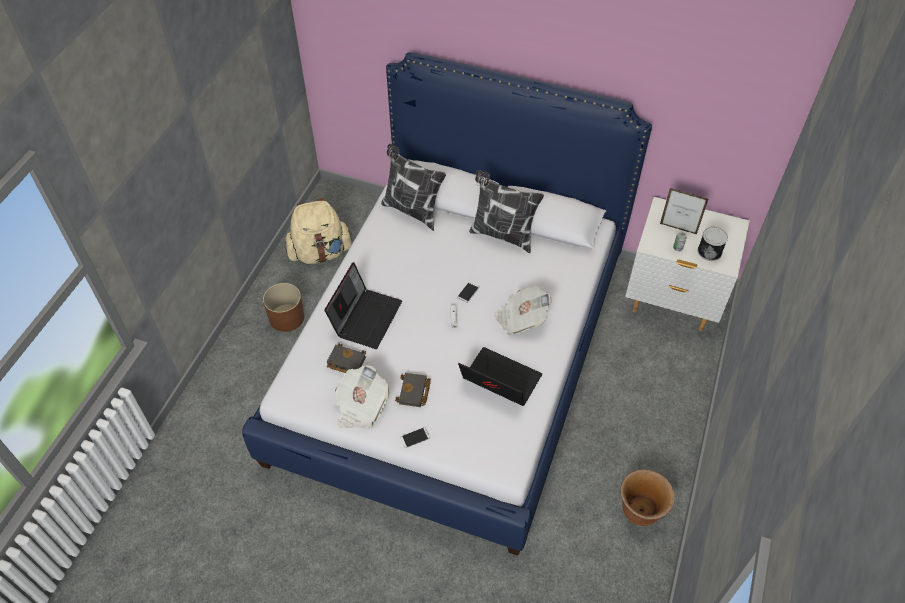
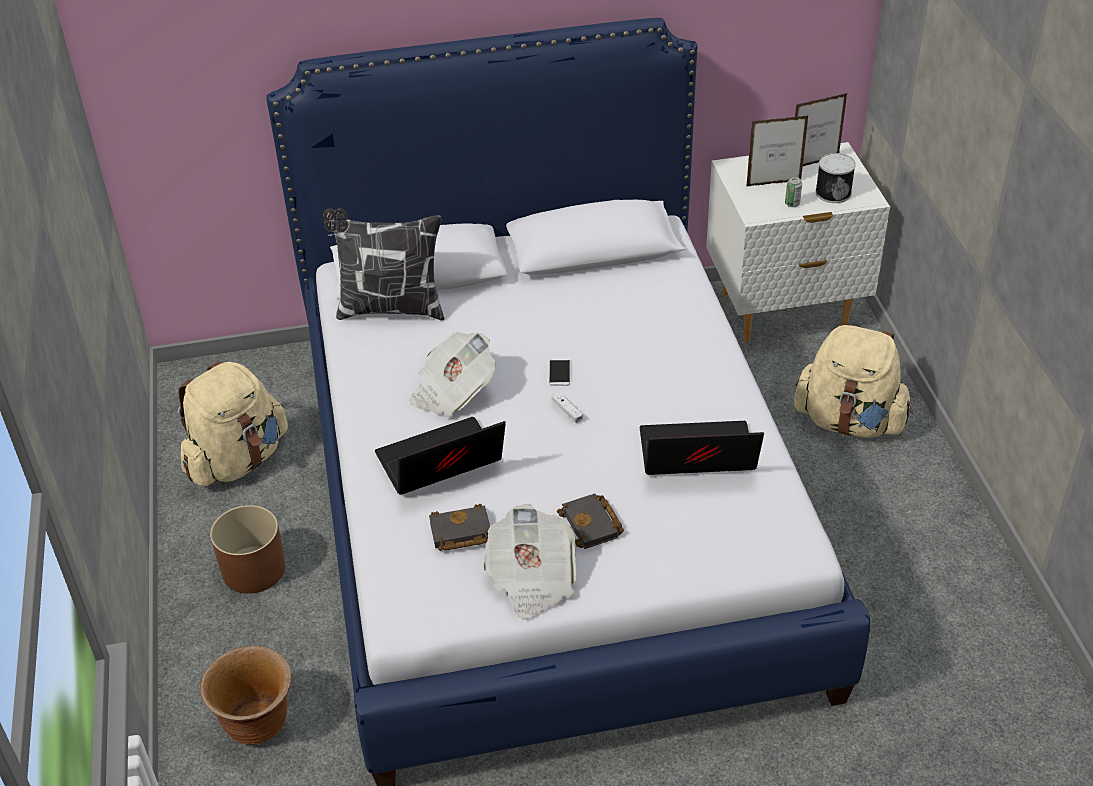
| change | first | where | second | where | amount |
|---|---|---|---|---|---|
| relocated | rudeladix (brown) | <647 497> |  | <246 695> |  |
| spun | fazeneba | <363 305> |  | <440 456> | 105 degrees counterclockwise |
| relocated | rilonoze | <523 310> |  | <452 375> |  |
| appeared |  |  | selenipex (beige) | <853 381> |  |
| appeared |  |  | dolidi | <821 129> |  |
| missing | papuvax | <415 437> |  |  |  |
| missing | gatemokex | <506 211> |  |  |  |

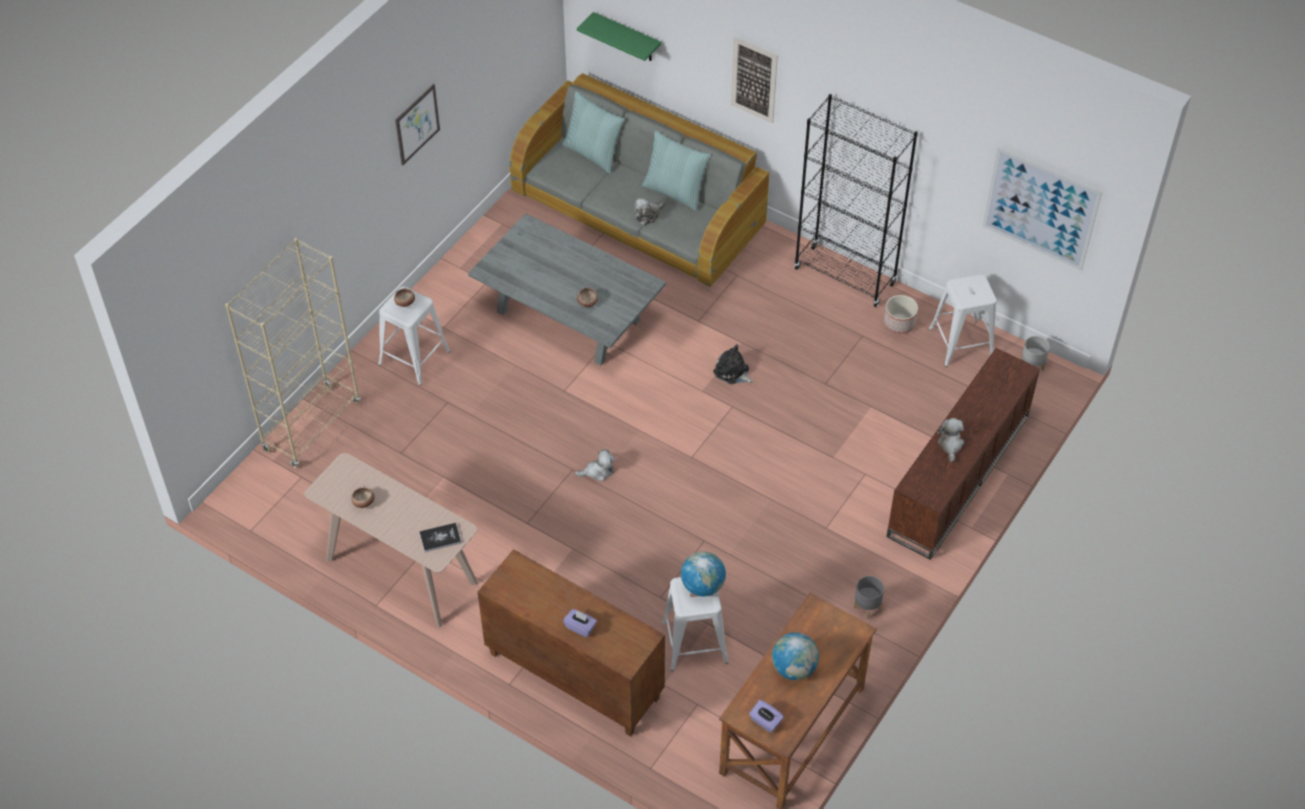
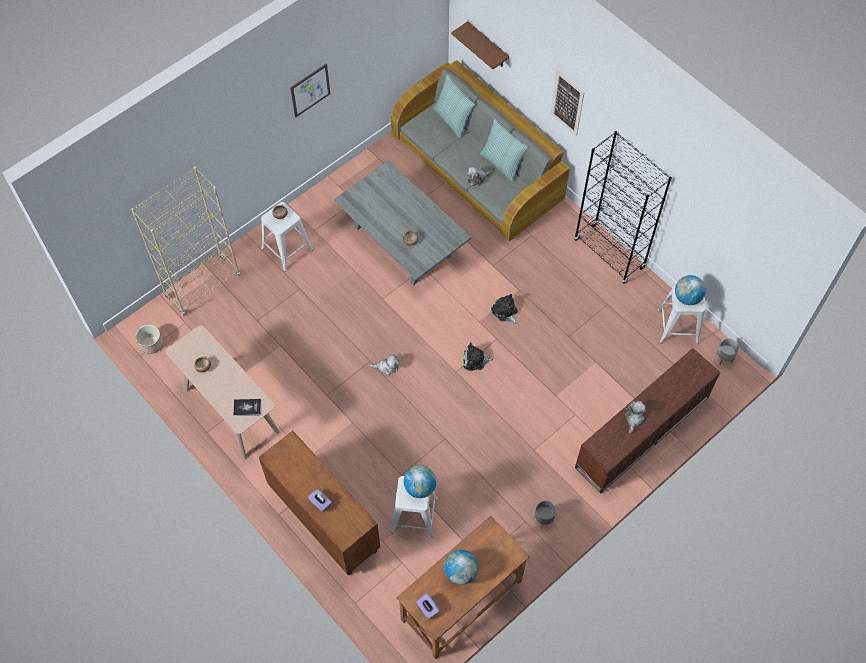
| change | first | where | second | where | amount |
|---|---|---|---|---|---|
| relocated | rudeladix | <901 314> |  | <149 339> |  |
| colour | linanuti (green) | <619 36> | linanuti (brown) | <480 45> |  |
| appeared |  |  | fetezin | <478 356> |  |
| appeared |  |  | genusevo | <690 290> |  |
| missing | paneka | <1042 209> |  |  |  |

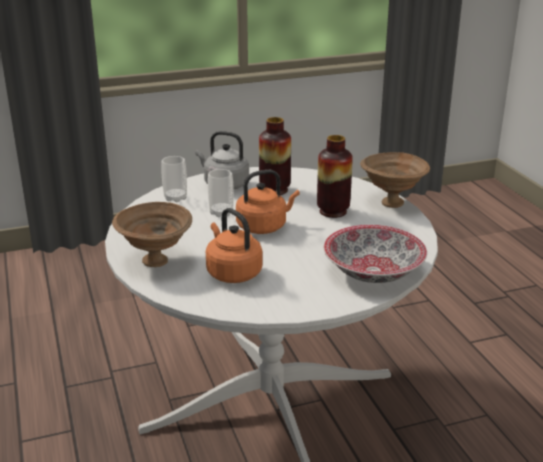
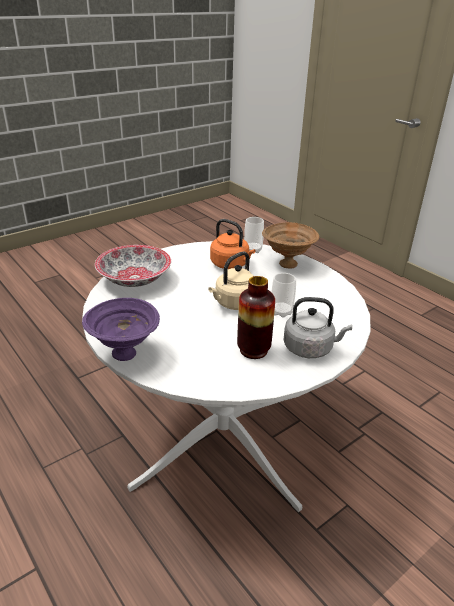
| change | first | where | second | where | amount |
|---|---|---|---|---|---|
| colour | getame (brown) | <395 180> | getame (purple) | <121 329> |  |
| colour | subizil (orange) | <268 202> | subizil (beige) | <231 281> |  |
| relocated | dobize | <174 179> |  | <254 235> |  |
| missing | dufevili | <335 176> |  |  |  |

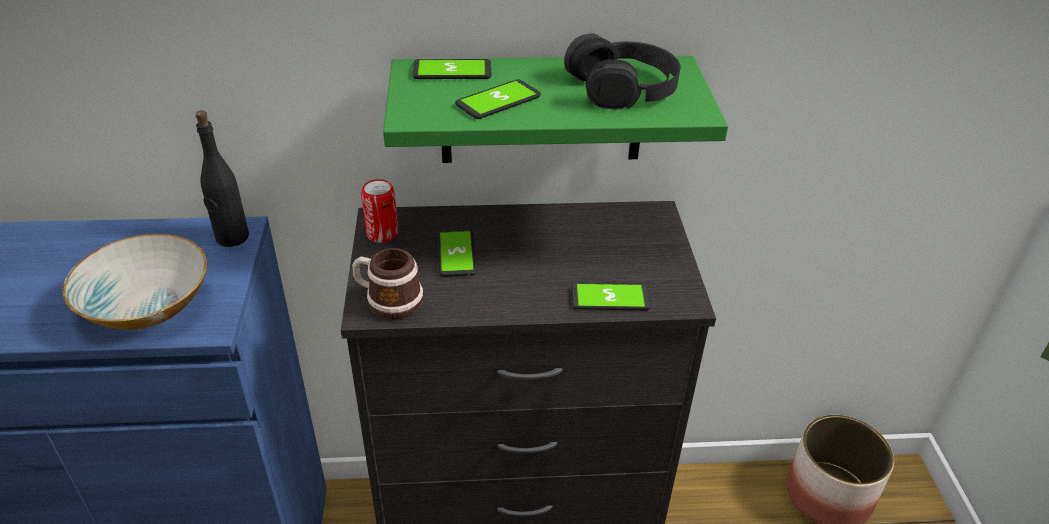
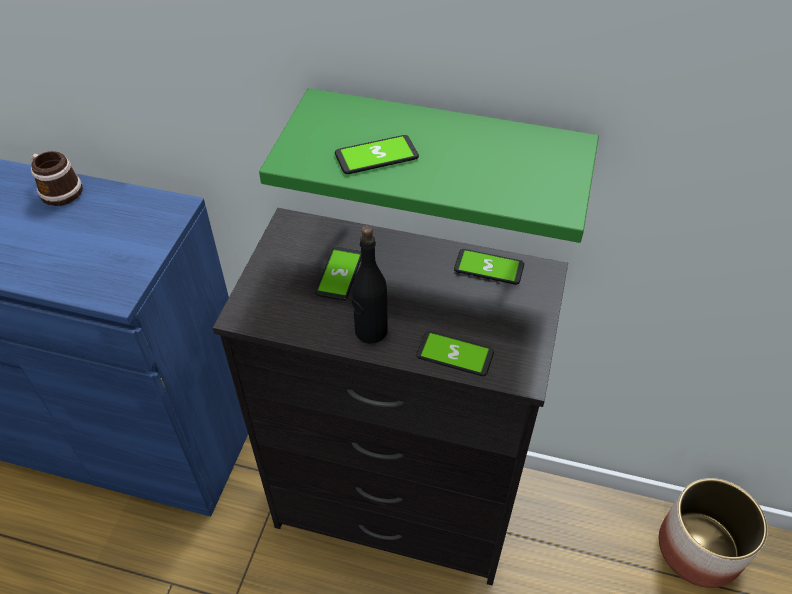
| change | first | where | second | where | amount |
|---|---|---|---|---|---|
| relocated | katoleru | <387 283> |  | <57 178> |  |
| relocated | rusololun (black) | <222 178> |  | <370 285> |  |
| relocated | papuvax | <451 69> |  | <489 267> |  |
| missing | getame | <135 282> |  |  |  |
| missing | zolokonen | <379 211> |  |  |  |
| missing | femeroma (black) | <622 71> |  |  |  |

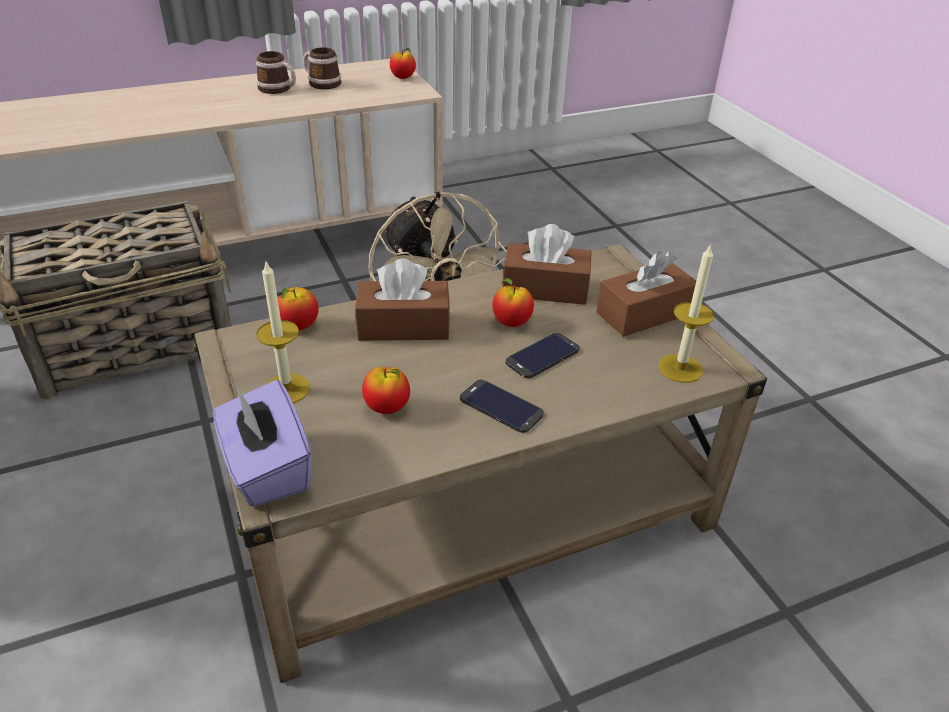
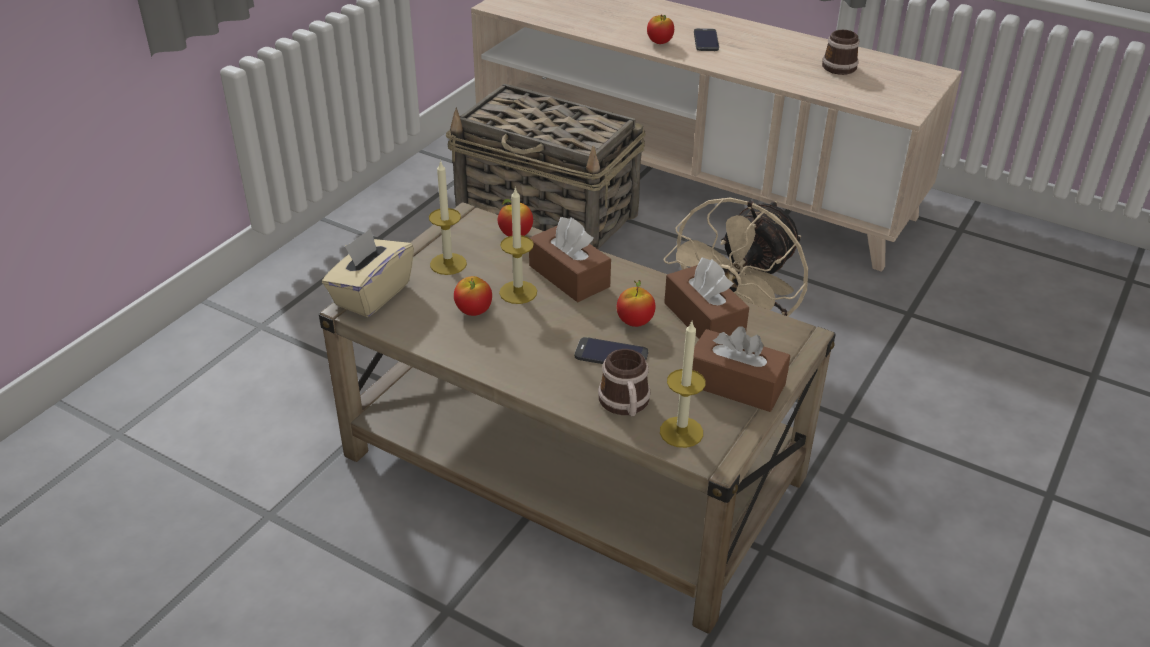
| change | first | where | second | where | amount |
|---|---|---|---|---|---|
| colour | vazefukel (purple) | <262 443> | vazefukel (beige) | <368 272> |  |
| appeared |  |  | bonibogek | <518 245> |  |
| relocated | katoleru | <276 72> |  | <624 382> |  |
| relocated | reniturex | <403 63> |  | <660 29> |  |
| relocated | papuvax | <502 406> |  | <706 39> |  |

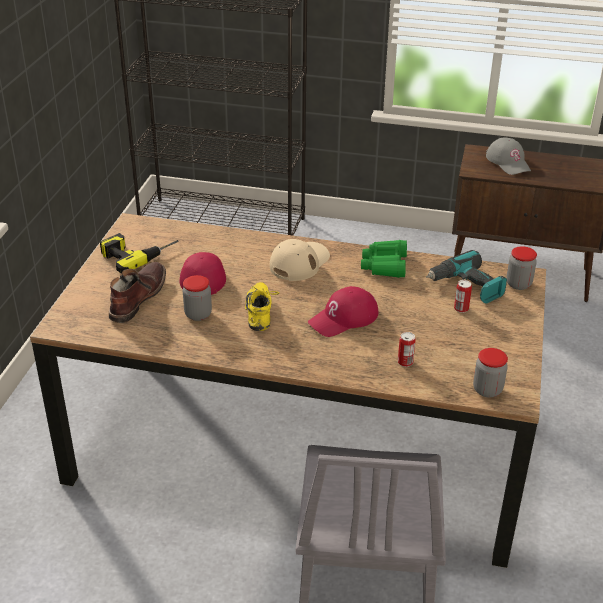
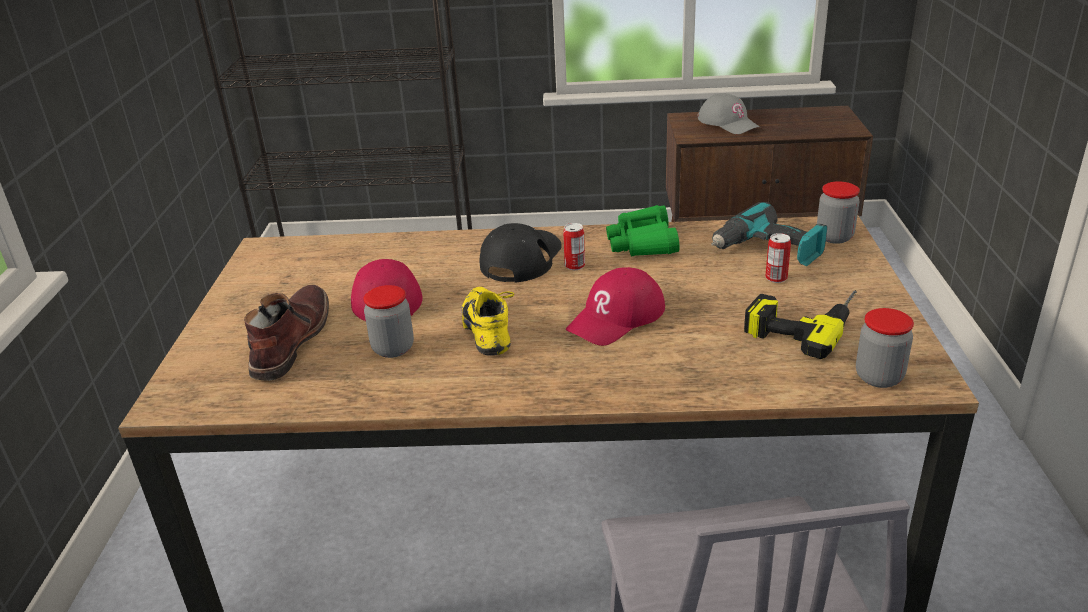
| change | first | where | second | where | amount |
|---|---|---|---|---|---|
| colour | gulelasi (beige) | <300 260> | gulelasi (black) | <521 253> |  |
| relocated | zolokonen | <407 349> |  | <574 246> |  |
| relocated | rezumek | <139 253> |  | <800 324> |  |

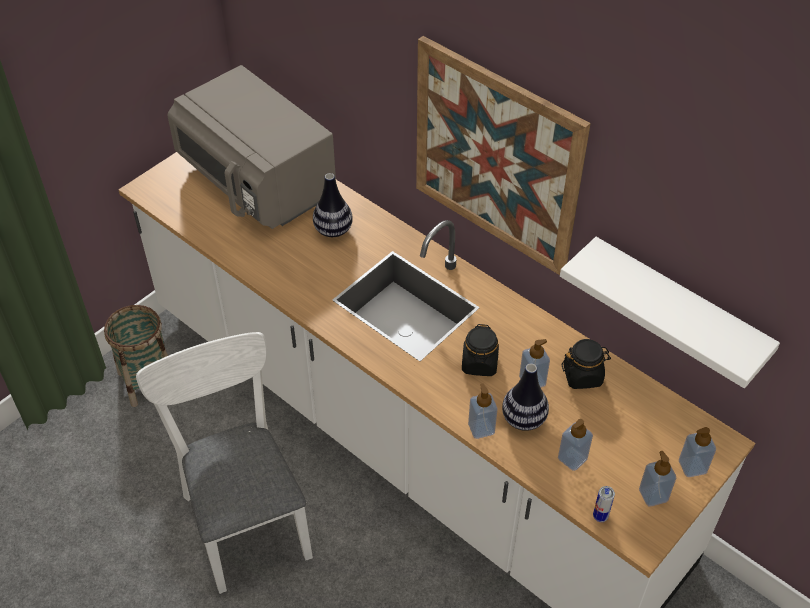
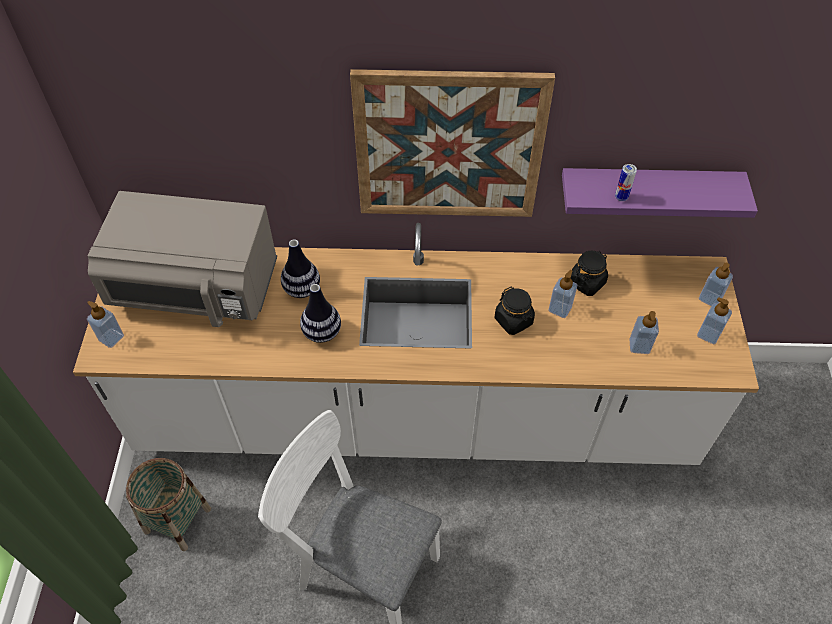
| change | first | where | second | where | amount |
|---|---|---|---|---|---|
| relocated | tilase | <483 411> |  | <105 324> |  |
| relocated | dufevili | <525 397> |  | <320 313> |  |
| colour | linanuti (white) | <670 312> | linanuti (purple) | <660 193> |  |
| relocated | zolokonen | <604 504> |  | <626 182> |  |

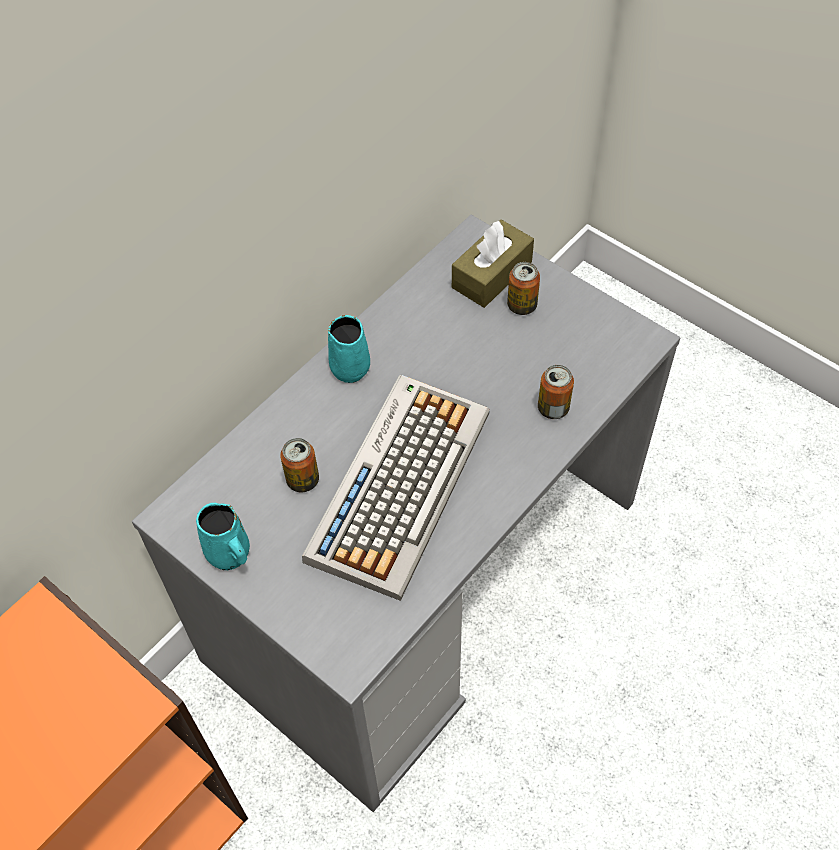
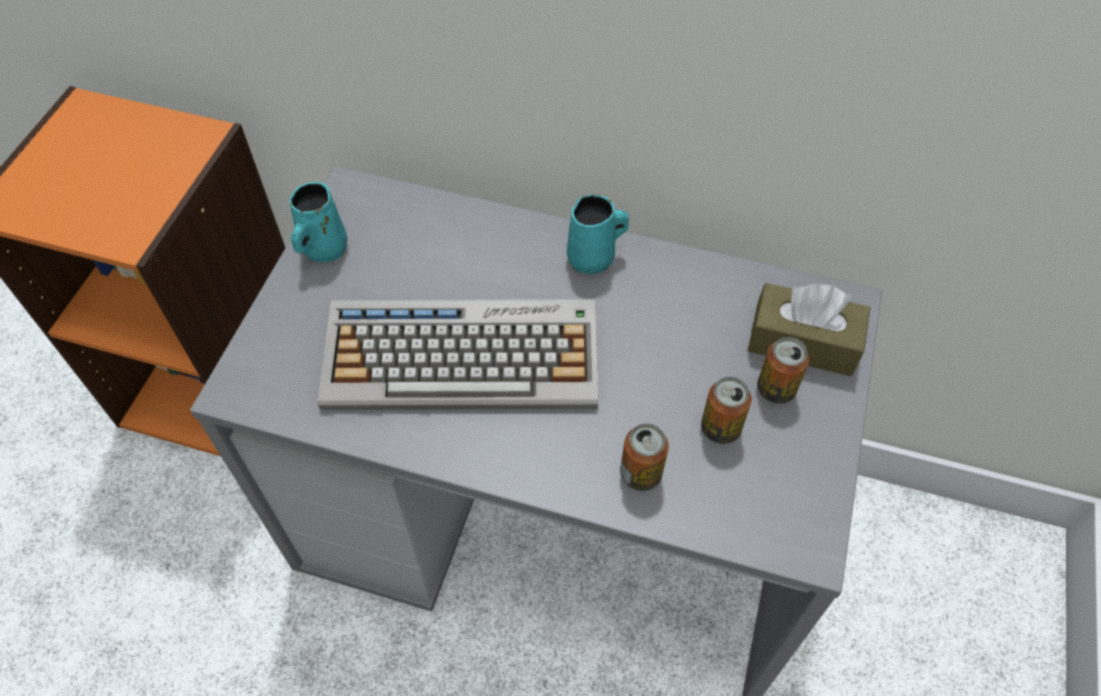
| change | first | where | second | where | amount |
|---|---|---|---|---|---|
| relocated | zolokonen | <299 465> |  | <726 410> |  |

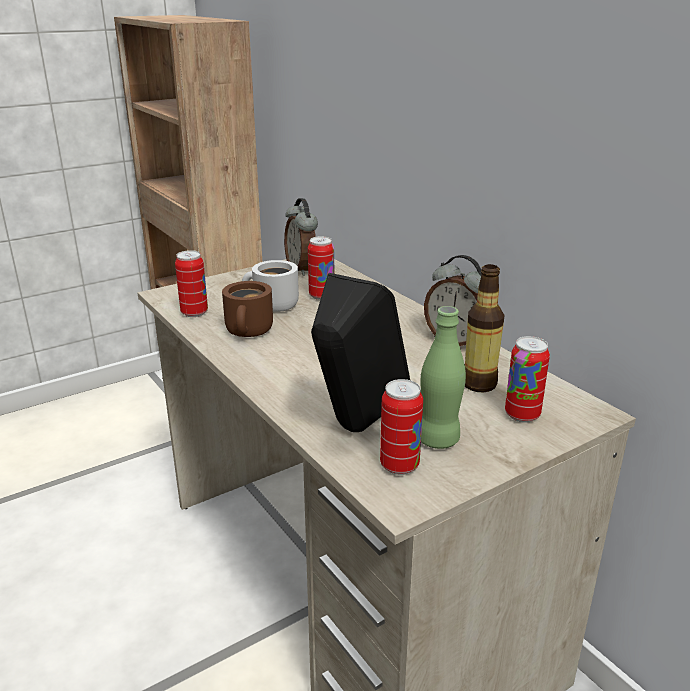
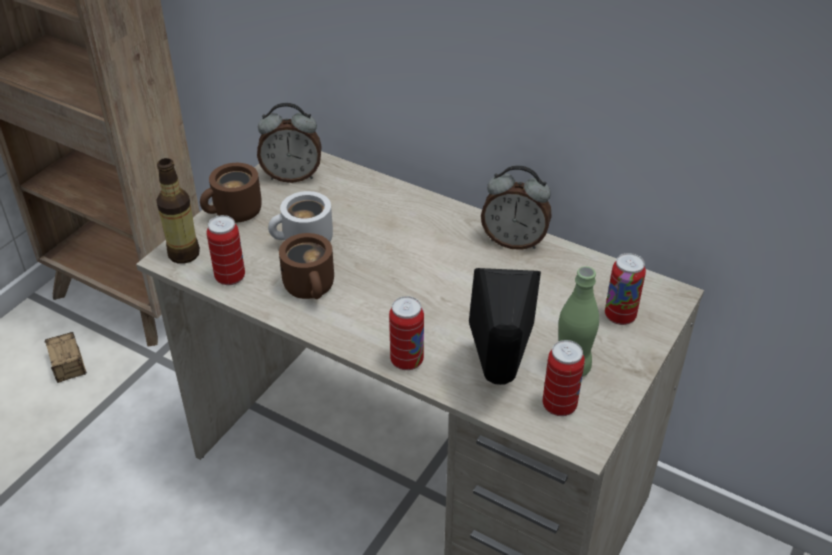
| change | first | where | second | where | amount |
|---|---|---|---|---|---|
| appeared |  |  | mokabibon | <65 357> |  |
| relocated | rusololun | <485 328> |  | <178 211> |  |
| appeared |  |  | katoleru (brown) | <231 193> |  |
| spun | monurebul | <301 237> |  | <289 143> | 45 degrees counterclockwise |
| relocated | zolokonen | <321 268> |  | <406 333> |  |

